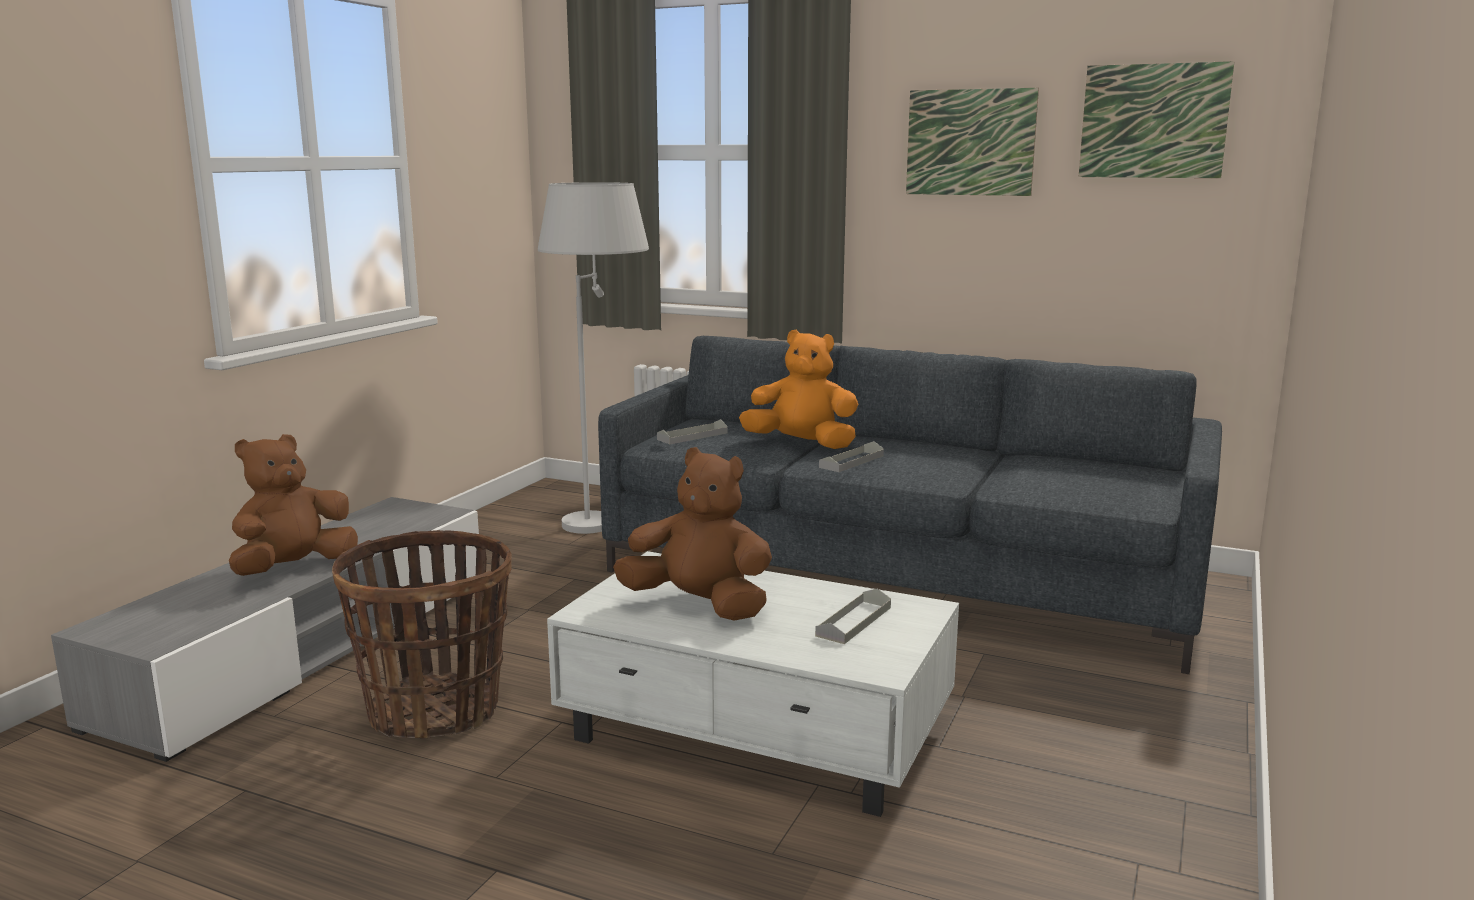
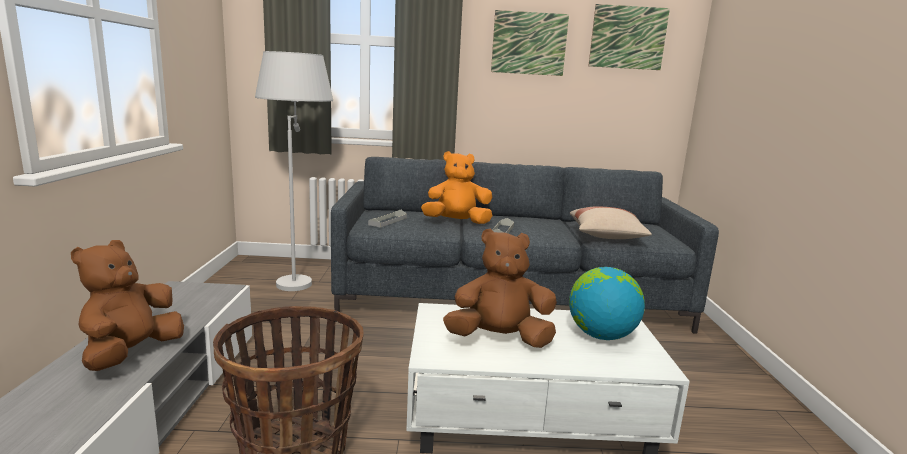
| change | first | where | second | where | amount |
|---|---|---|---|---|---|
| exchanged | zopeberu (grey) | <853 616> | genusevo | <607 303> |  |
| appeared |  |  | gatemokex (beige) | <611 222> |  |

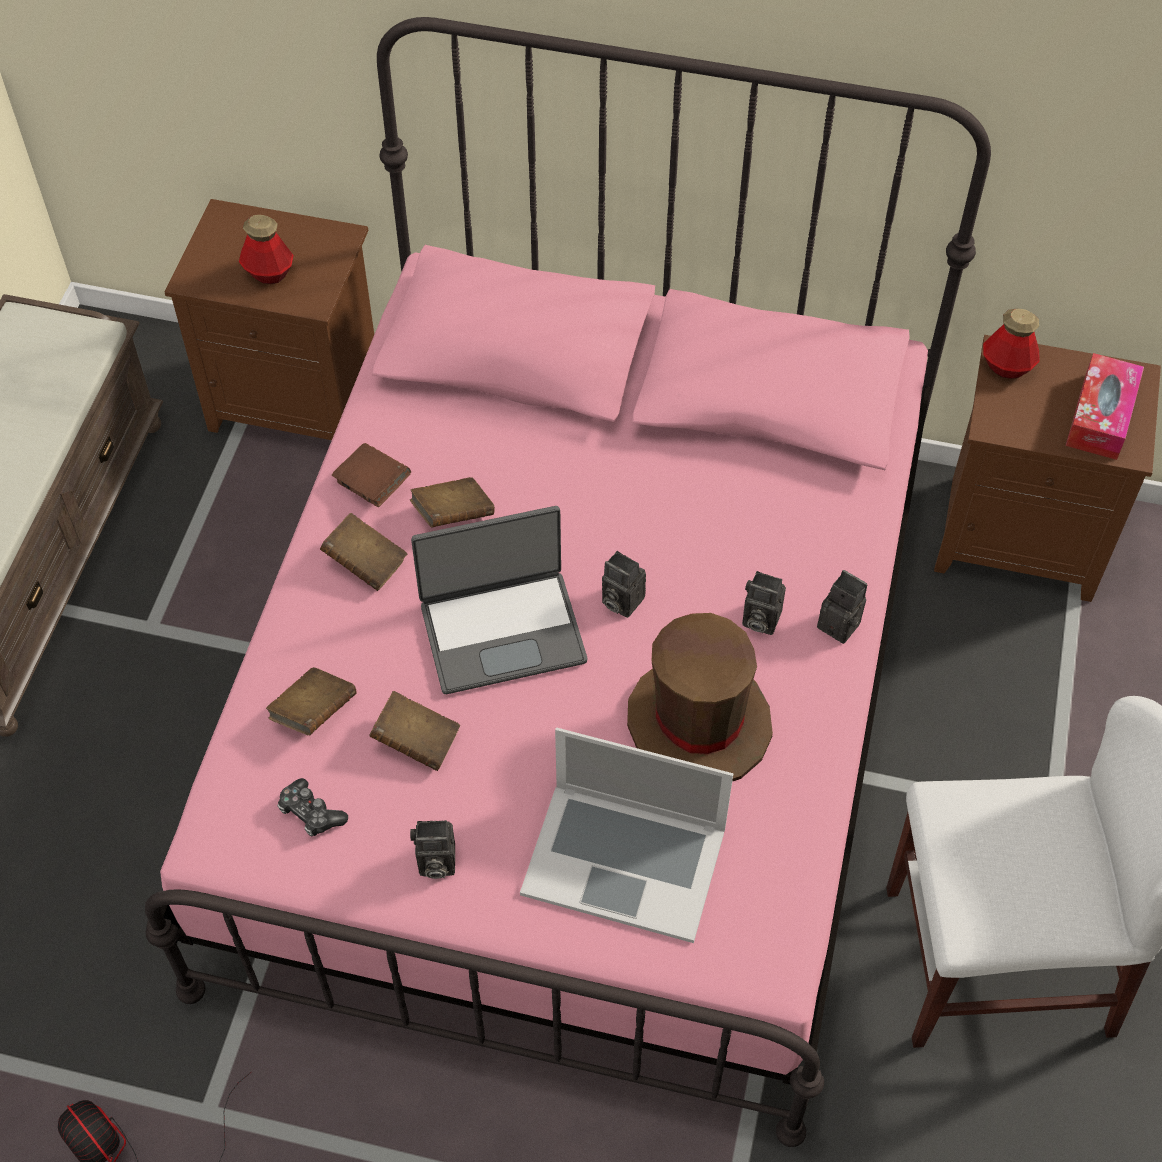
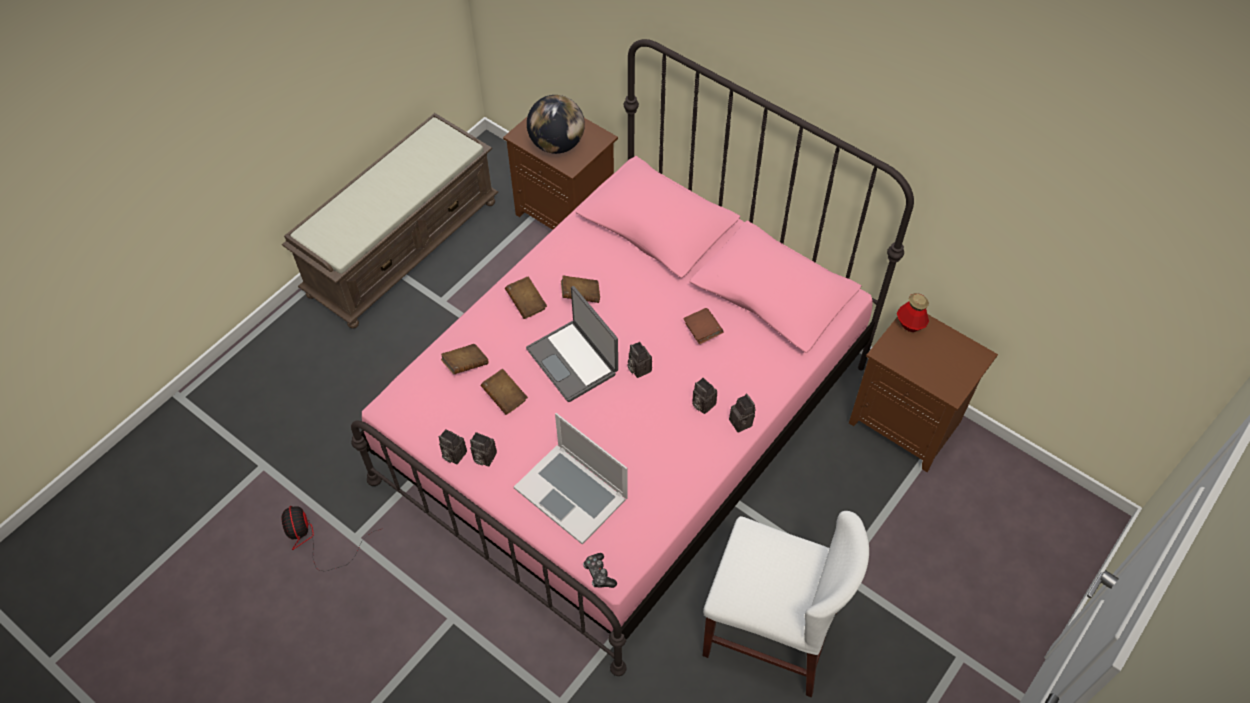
| change | first | where | second | where | amount |
|---|---|---|---|---|---|
| appeared |  |  | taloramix | <453 446> |  |
| spun | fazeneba | <499 600> |  | <572 344> | 45 degrees clockwise |
| exchanged | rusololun | <266 249> | genusevo | <556 124> |  |
| relocated | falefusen | <312 807> |  | <600 570> |  |
| relocated | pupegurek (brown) | <371 475> |  | <703 326> |  |
| missing | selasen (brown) | <700 697> |  |  |  |
| missing | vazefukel | <1104 406> |  |  |  |

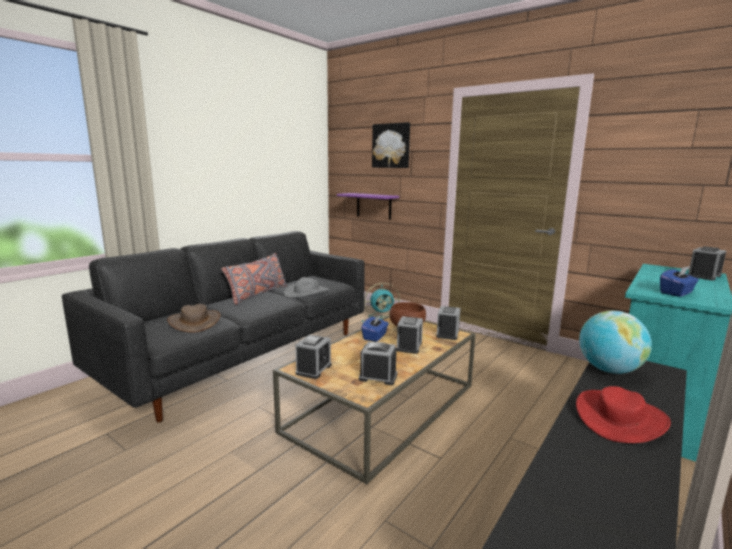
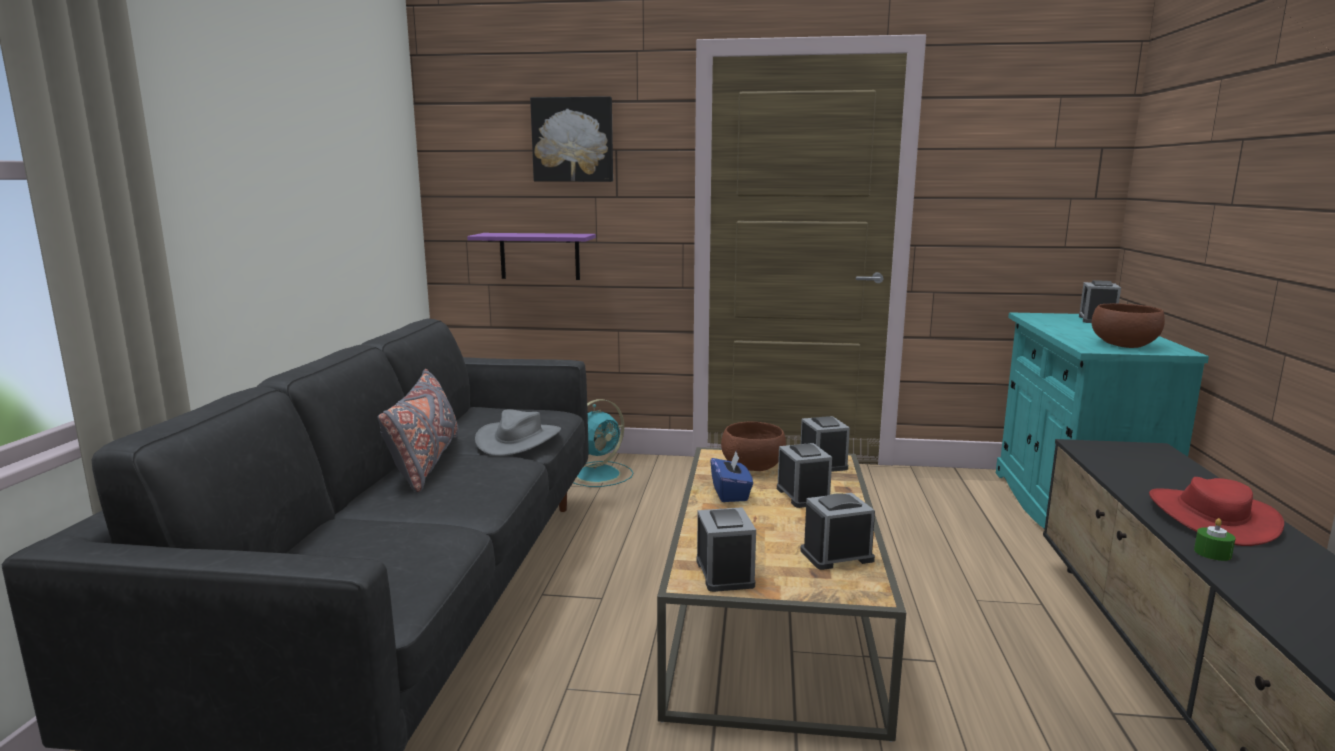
| change | first | where | second | where | amount |
|---|---|---|---|---|---|
| exchanged | vazefukel (blue) | <679 281> | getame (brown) | <1128 325> |  |
| appeared |  |  | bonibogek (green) | <1215 539> |  |
| missing | selasen (brown) | <194 318> |  |  |  |
| missing | genusevo | <615 342> |  |  |  |

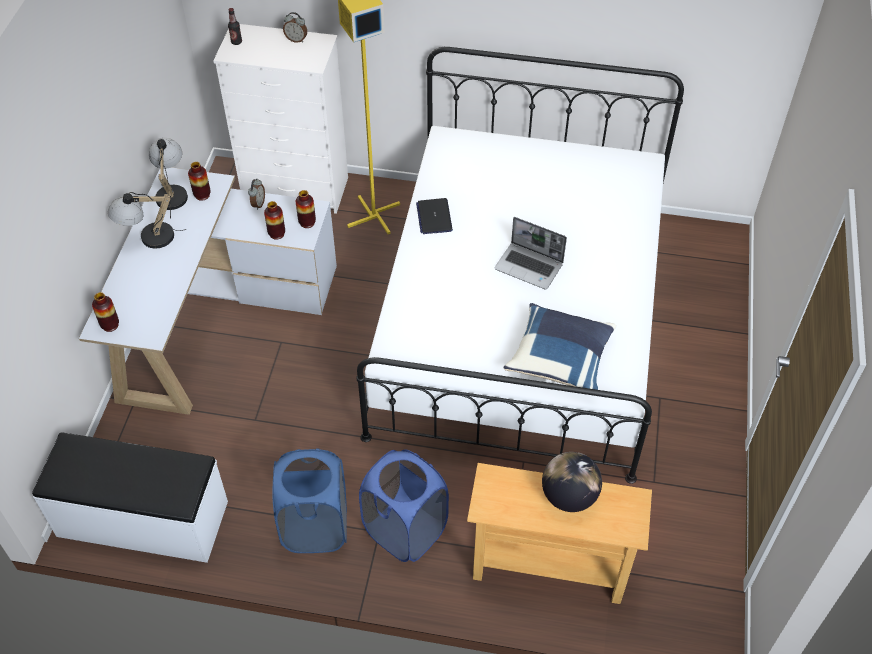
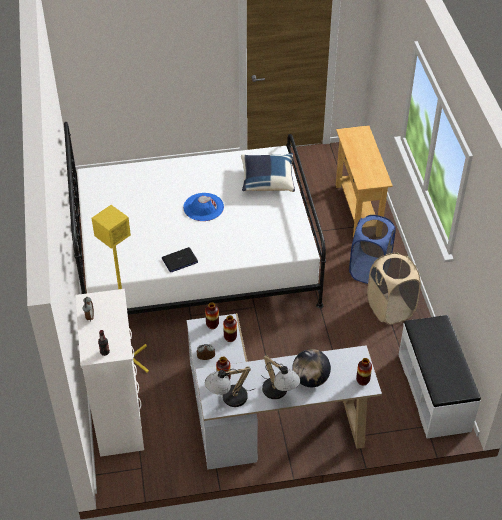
| change | first | where | second | where | amount |
|---|---|---|---|---|---|
| exchanged | fazeneba | <531 253> | selasen (blue) | <203 207> |  |
| relocated | genusevo | <572 482> |  | <312 368> |  |
| colour | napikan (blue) | <309 500> | napikan (beige) | <394 288> |  |

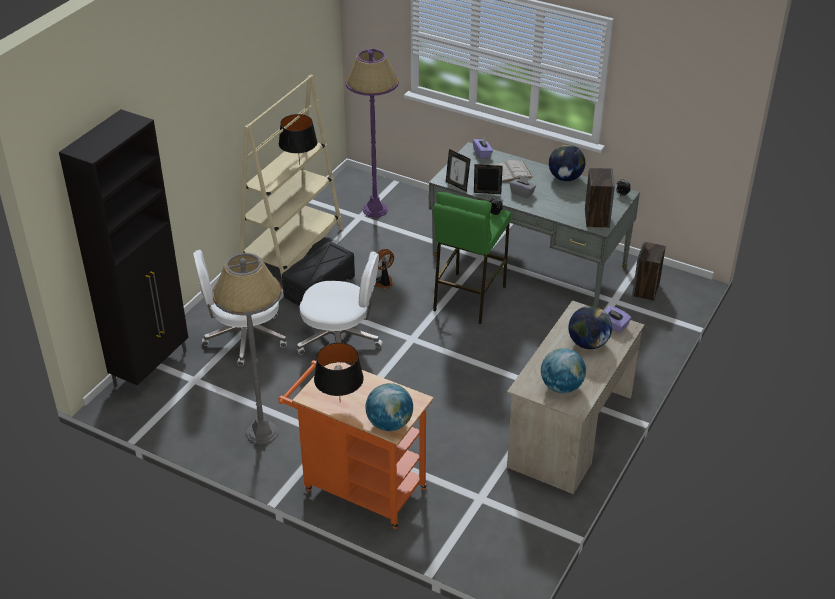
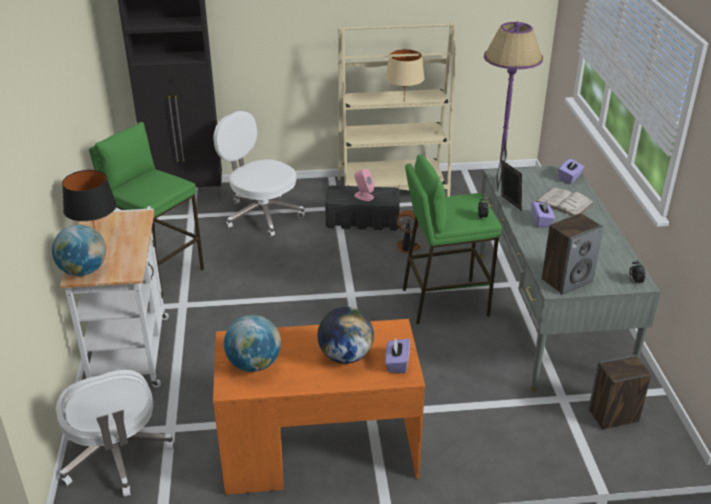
| change | first | where | second | where | amount |
|---|---|---|---|---|---|
| relocated | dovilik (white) | <340 307> |  | <115 433> |  |
| colour | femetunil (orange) | <356 444> | femetunil (white) | <114 296> |  |
| exchanged | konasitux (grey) | <246 348> | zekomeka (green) | <146 209> |  |
| colour | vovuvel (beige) | <576 397> | vovuvel (orange) | <319 407> |  |
| appeared |  |  | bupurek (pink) | <364 185> |  |
| colour | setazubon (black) | <298 139> | setazubon (beige) | <405 74> |  |
| colour | vazefukel (grey) | <523 186> | vazefukel (purple) | <543 213> |  |
| missing | genusevo | <567 163> |  |  |  |

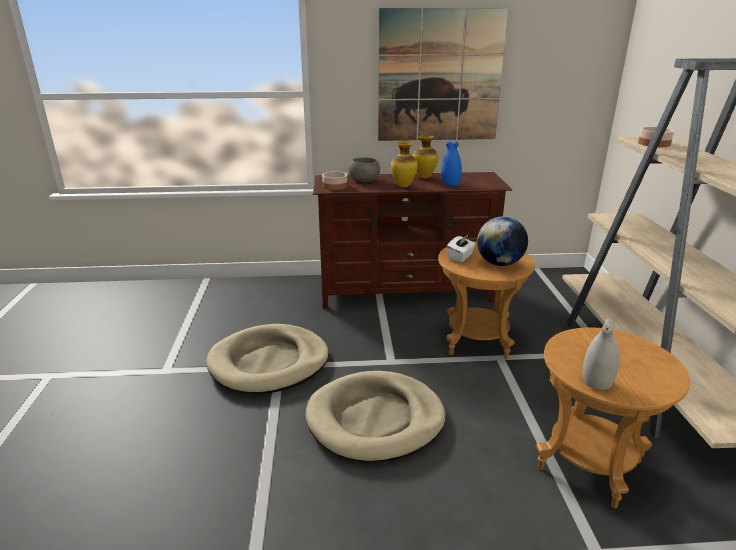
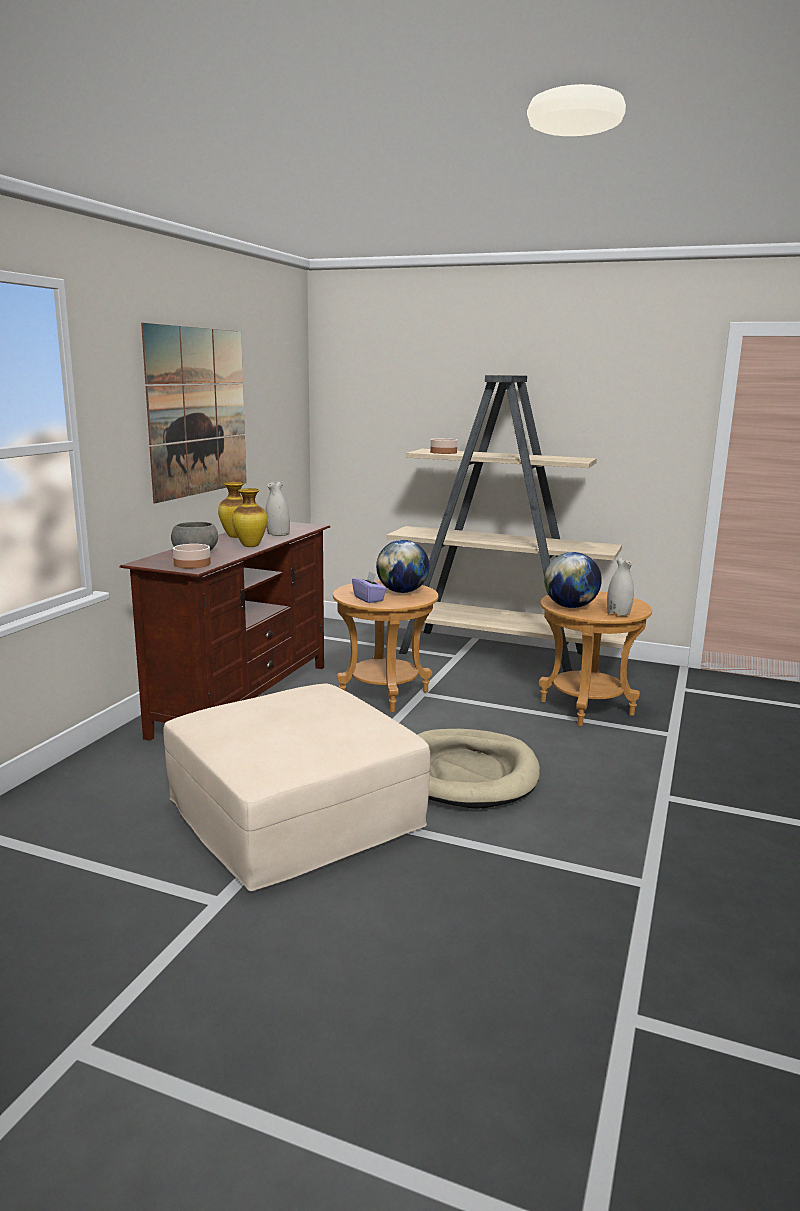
| change | first | where | second | where | amount |
|---|---|---|---|---|---|
| exchanged | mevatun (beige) | <267 359> | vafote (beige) | <296 787> |  |
| colour | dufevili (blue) | <452 163> | dufevili (white) | <277 509> |  |
| colour | vazefukel (white) | <461 249> | vazefukel (purple) | <369 587> |  |
| appeared |  |  | genusevo | <573 580> |  |

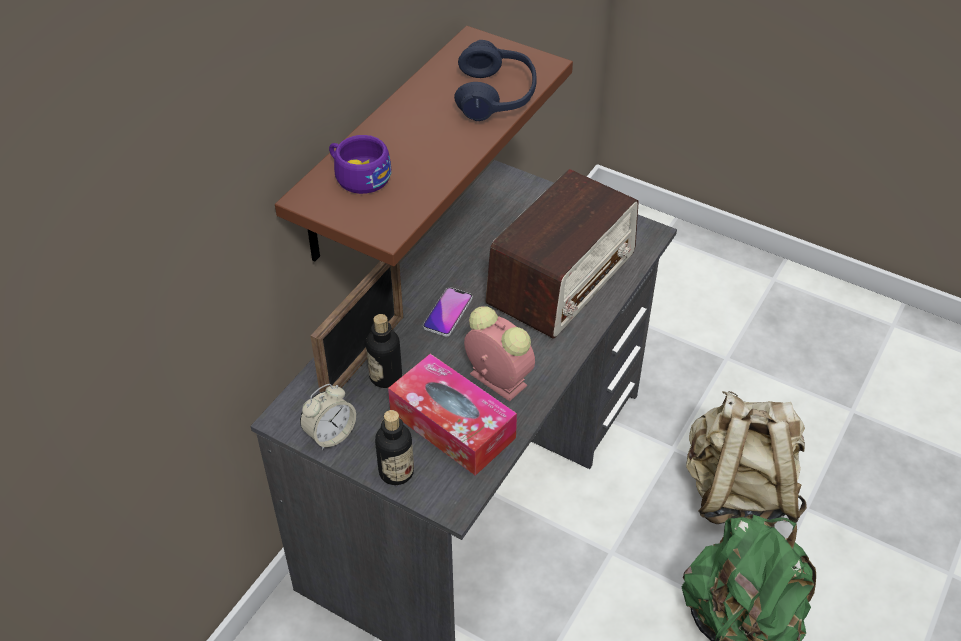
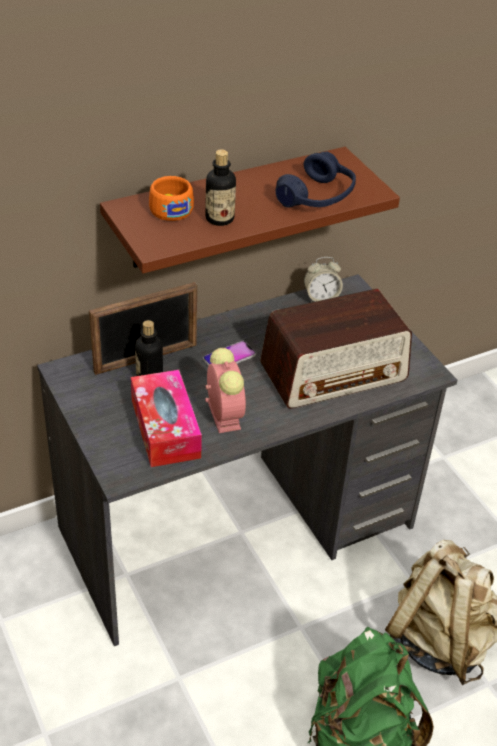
| change | first | where | second | where | amount |
|---|---|---|---|---|---|
| colour | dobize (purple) | <360 164> | dobize (orange) | <171 198> |  |
| relocated | rusololun | <394 447> |  | <220 187> |  |
| relocated | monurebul | <328 417> |  | <323 279> |  |

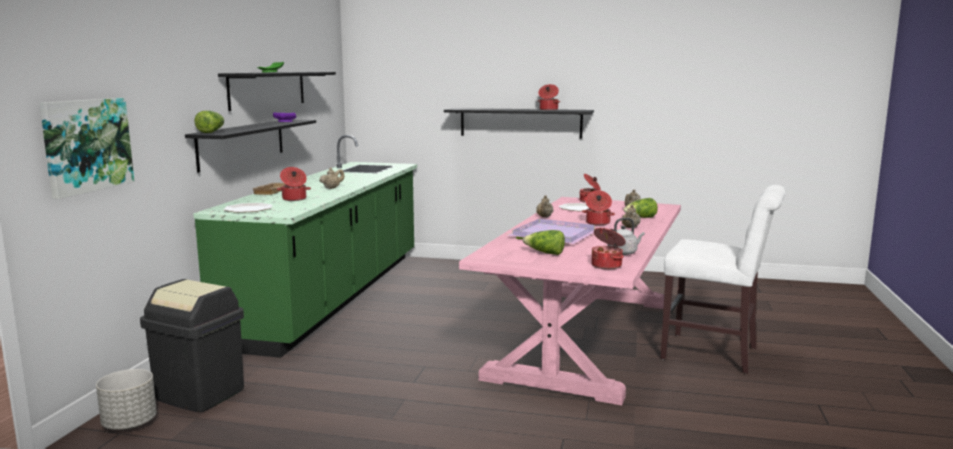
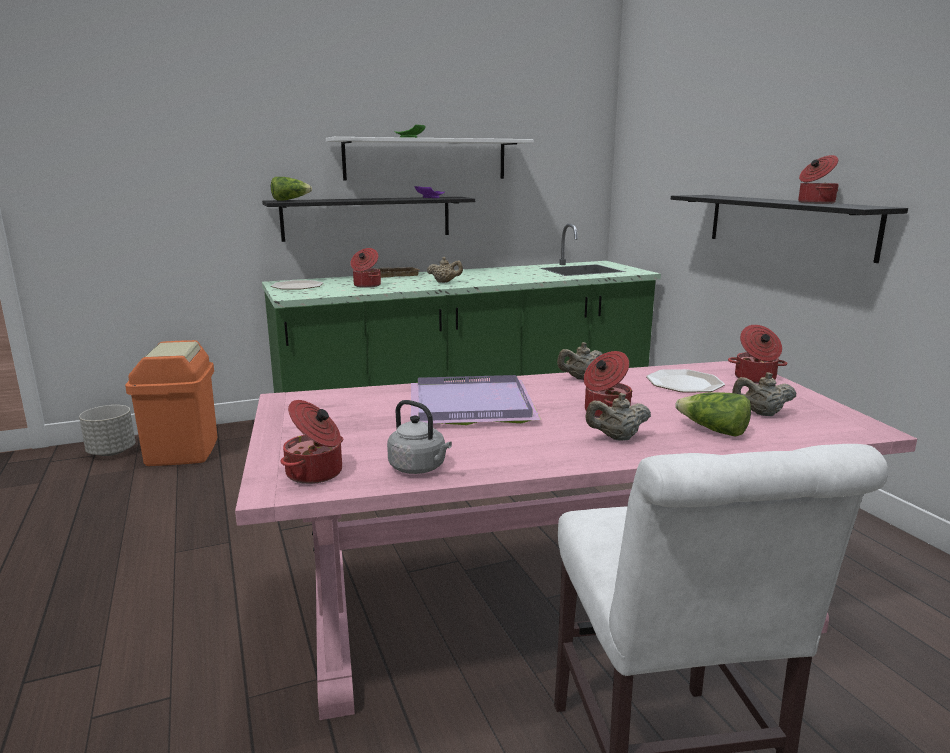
| change | first | where | second | where | amount |
|---|---|---|---|---|---|
| colour | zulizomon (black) | <192 345> | zulizomon (orange) | <171 403> |  |
| colour | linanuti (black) | <277 91> | linanuti (white) | <430 158> |  |
| missing | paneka | <86 148> |  |  |  |
| missing | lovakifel | <544 242> |  |  |  |

